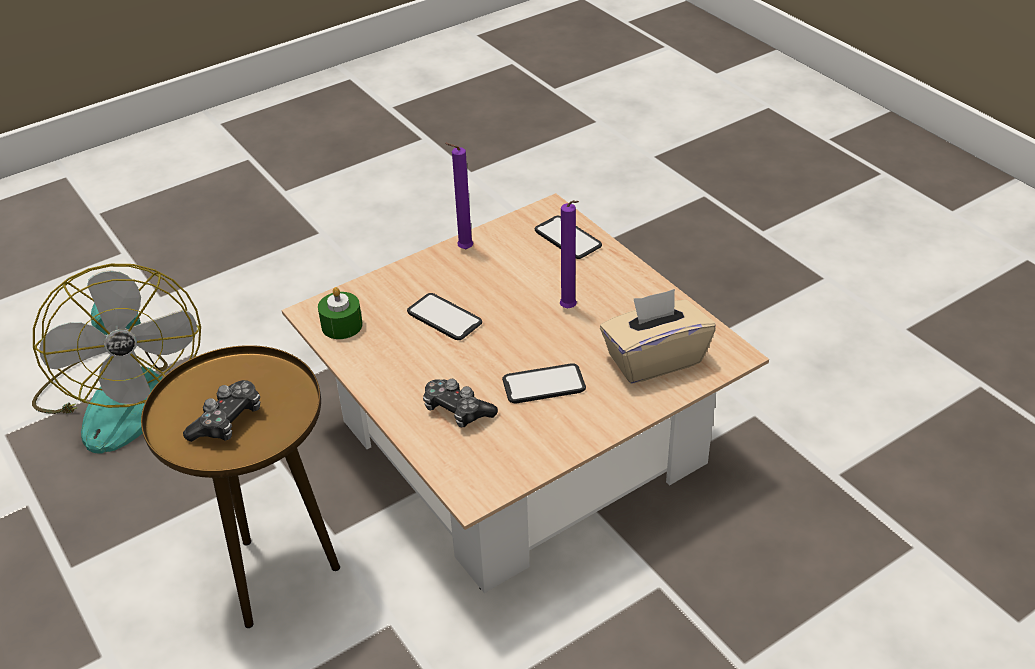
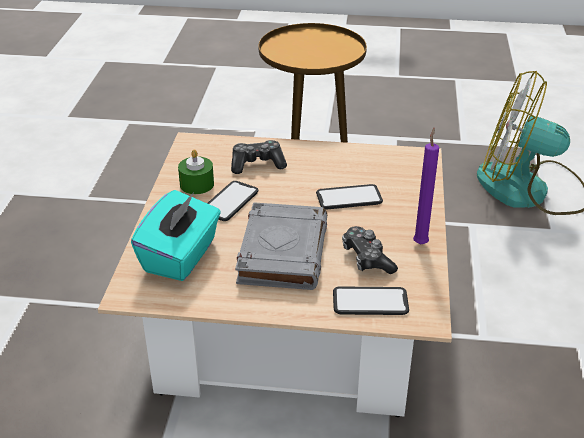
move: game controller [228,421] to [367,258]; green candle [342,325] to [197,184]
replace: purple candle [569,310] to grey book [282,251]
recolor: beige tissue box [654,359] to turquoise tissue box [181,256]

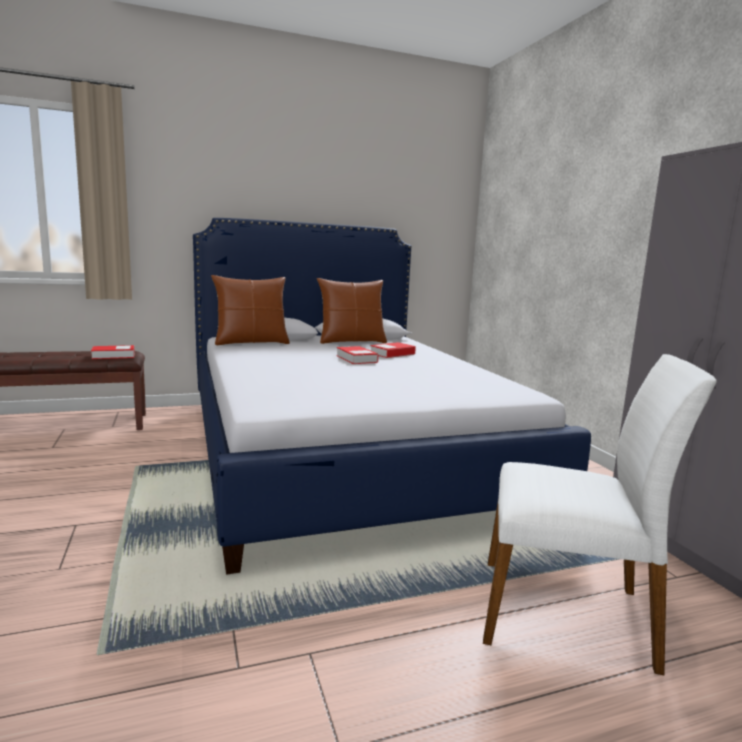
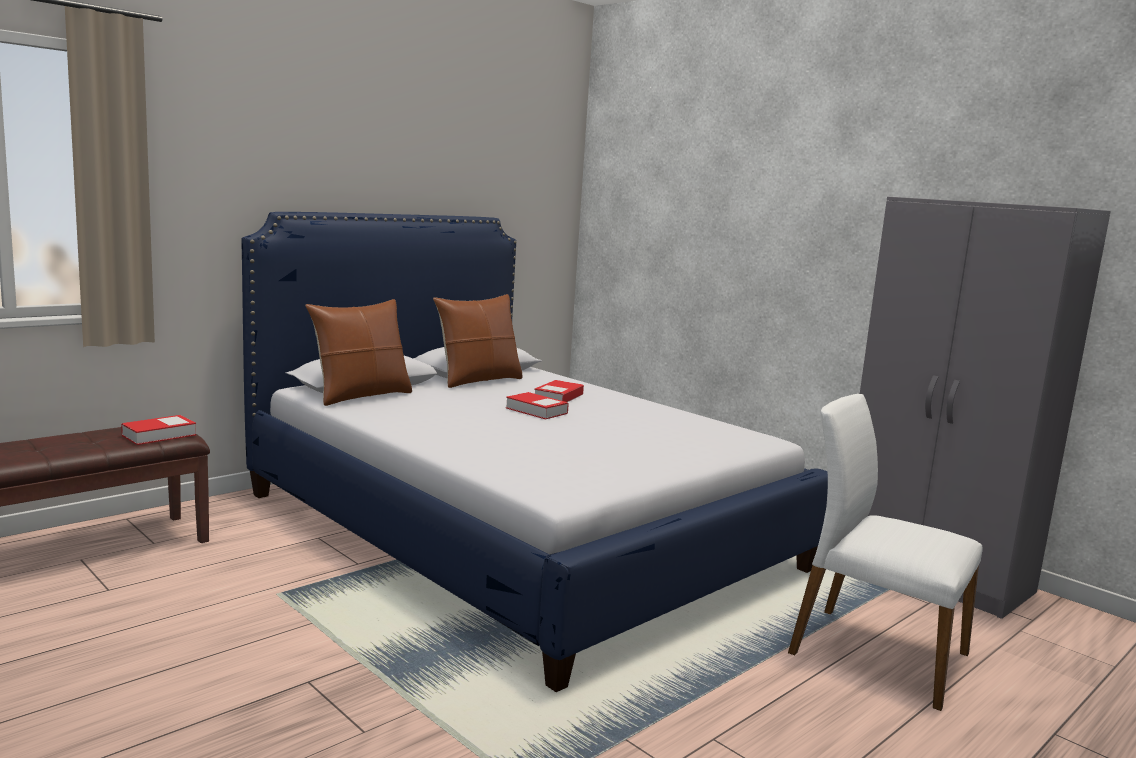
rotate: white chair [566,613] = [875,653] 135 degrees counterclockwise

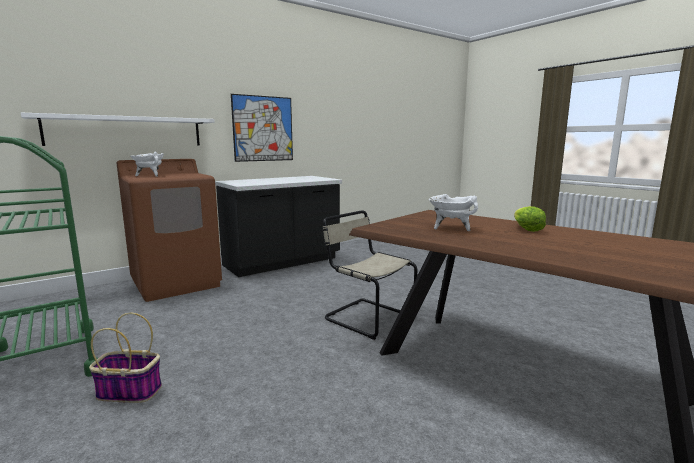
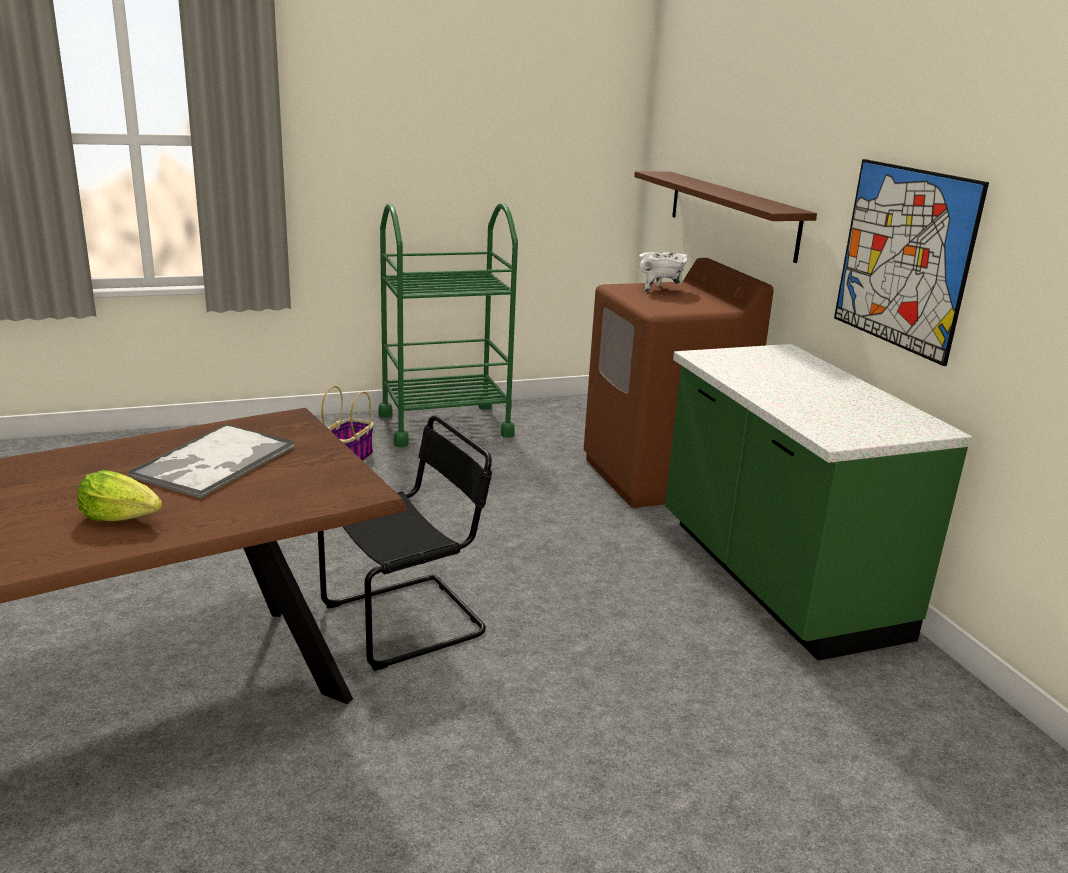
replace: white cooking pot [451,228] to tray [214,462]
recolor: white shelf [126,131] to brown shelf [731,213]; black counter [282,262] to green counter [774,579]; beige chair [366,317] to black chair [410,619]

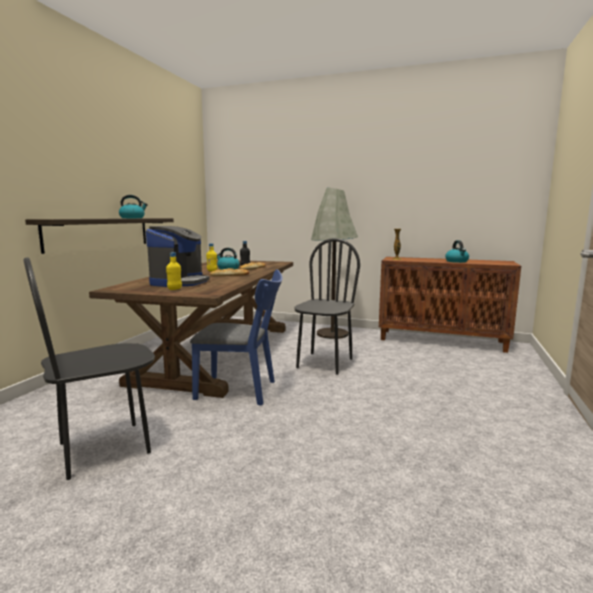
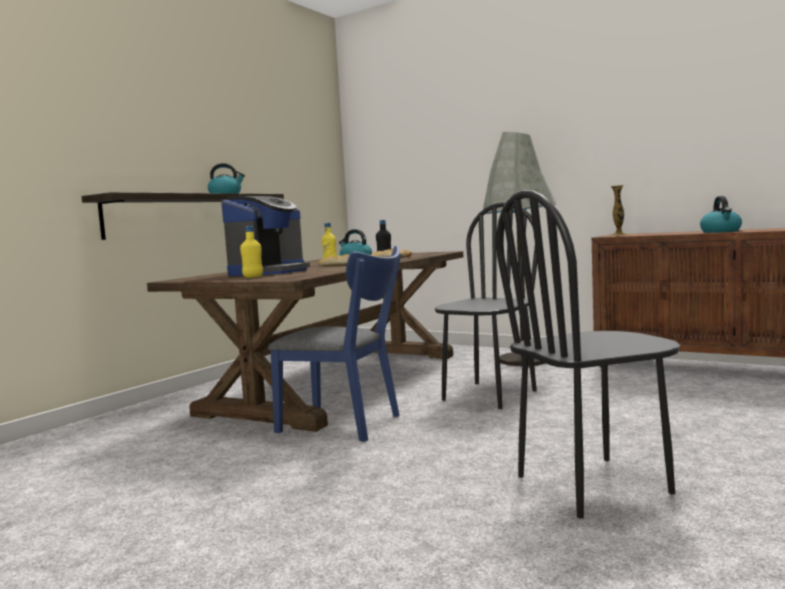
move: black chair [104,448] to [593,485]

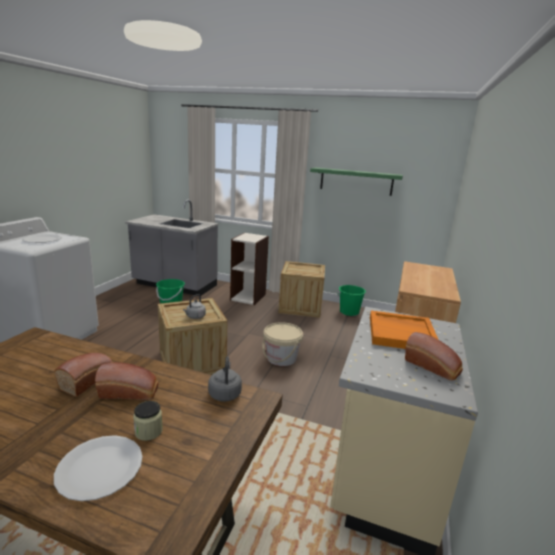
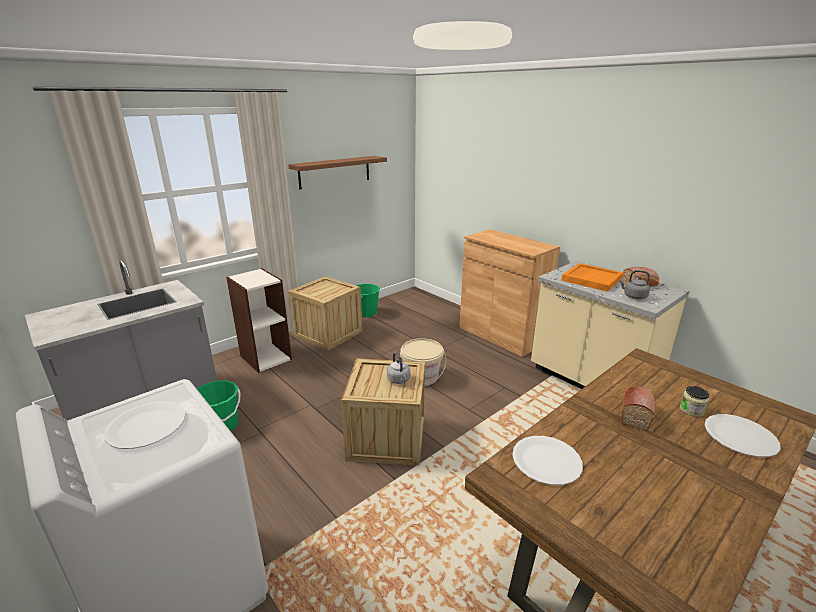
delete: bread [88,380]
insert: white plate [546,461]
move: grey kettle [225,393] to [633,296]
recolor: green shelf [356,181] to brown shelf [335,172]

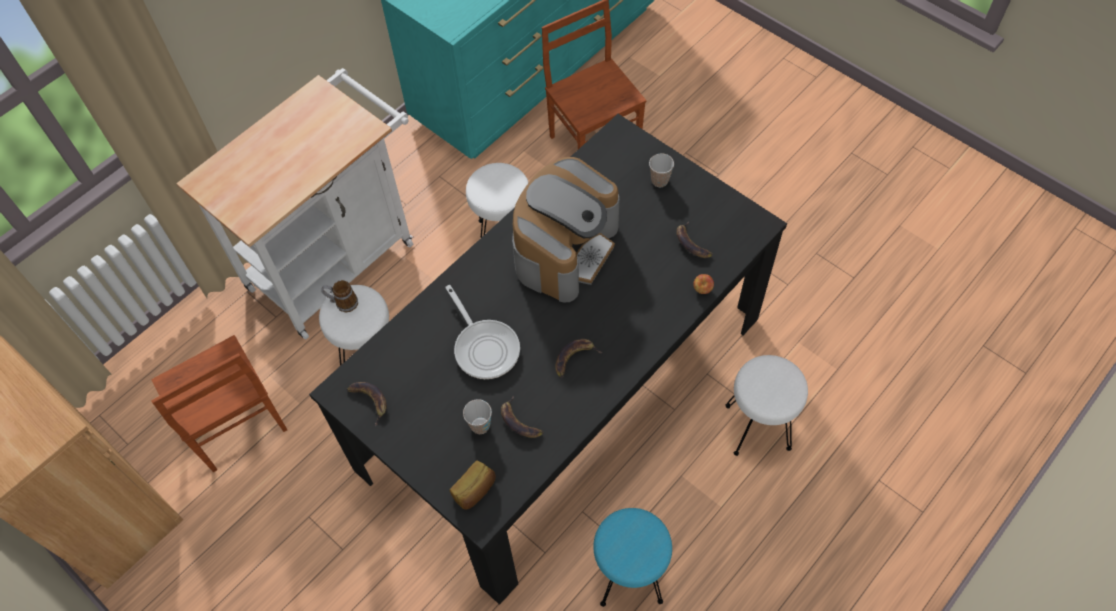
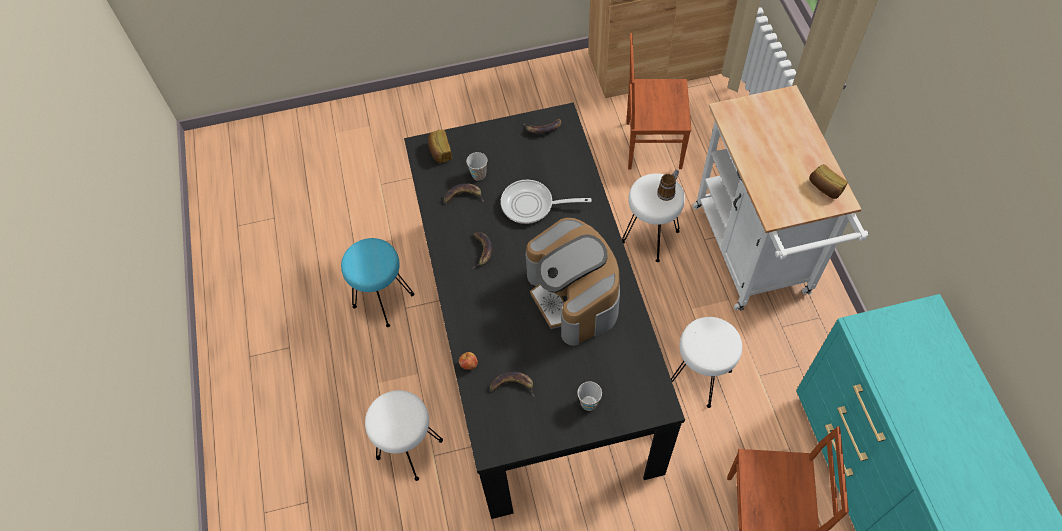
insert: bread [825,188]

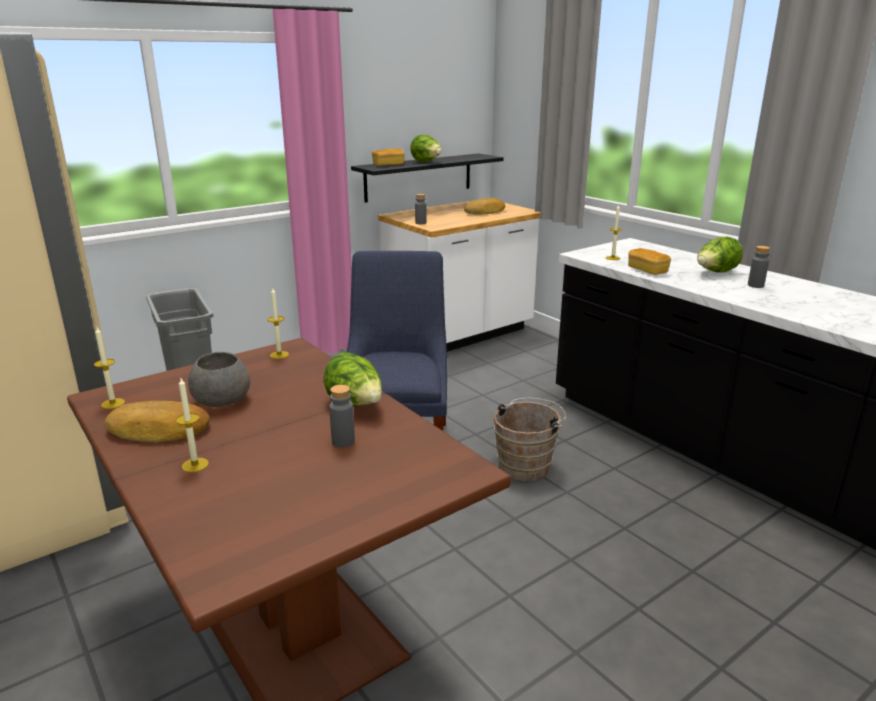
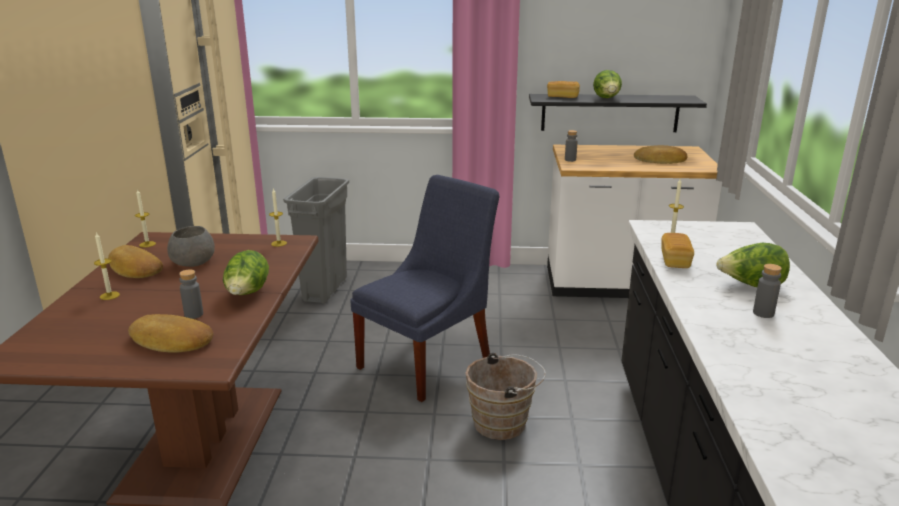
insert: bread [171,341]

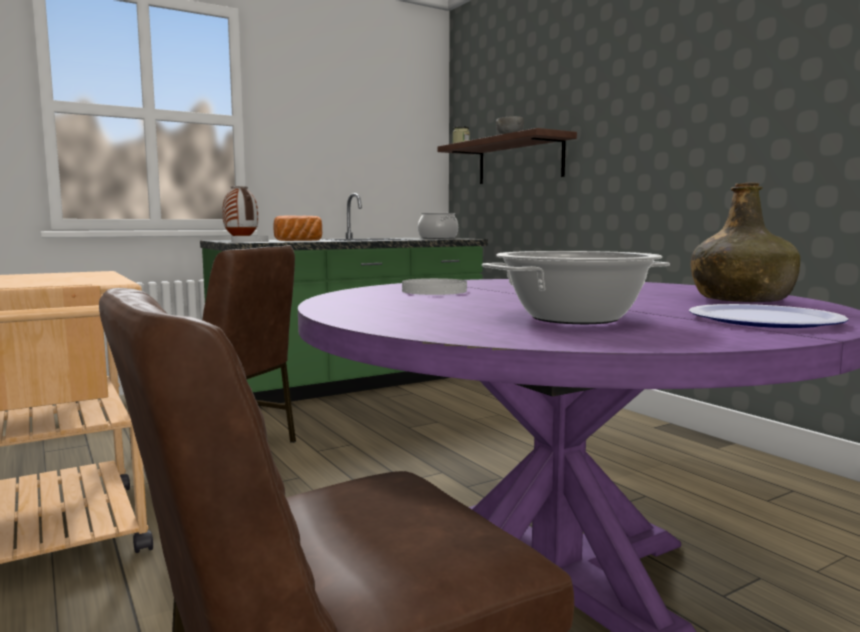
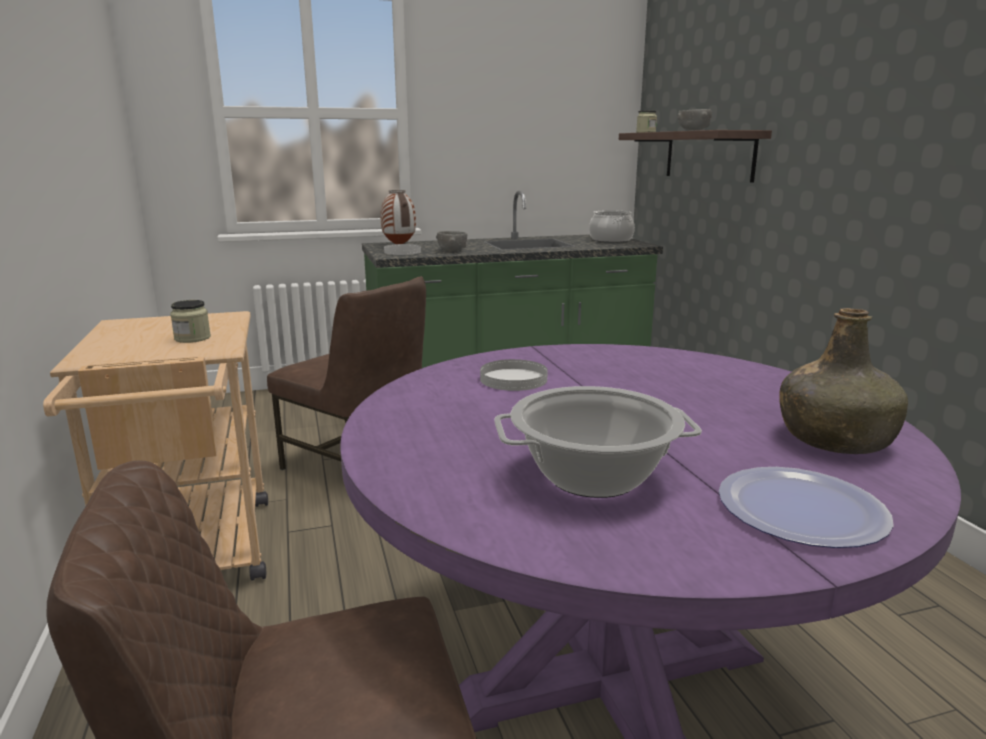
insert: jar [192,338]
replace: bread [299,241] to grey bowl [452,251]

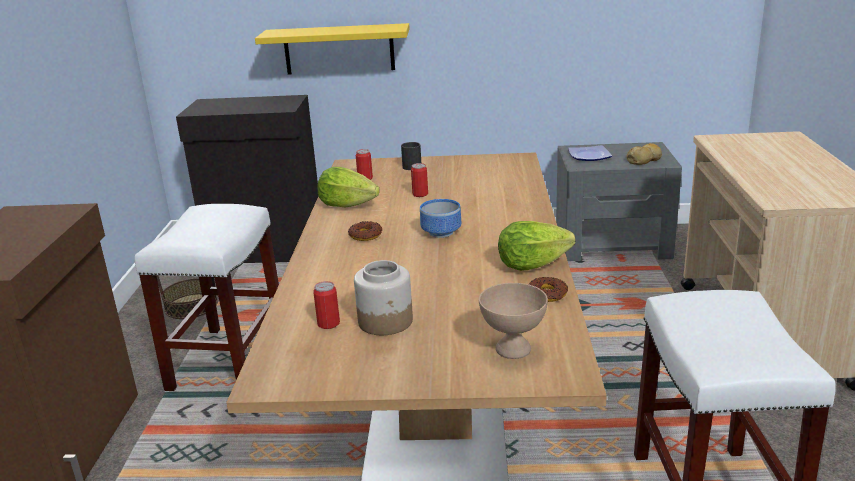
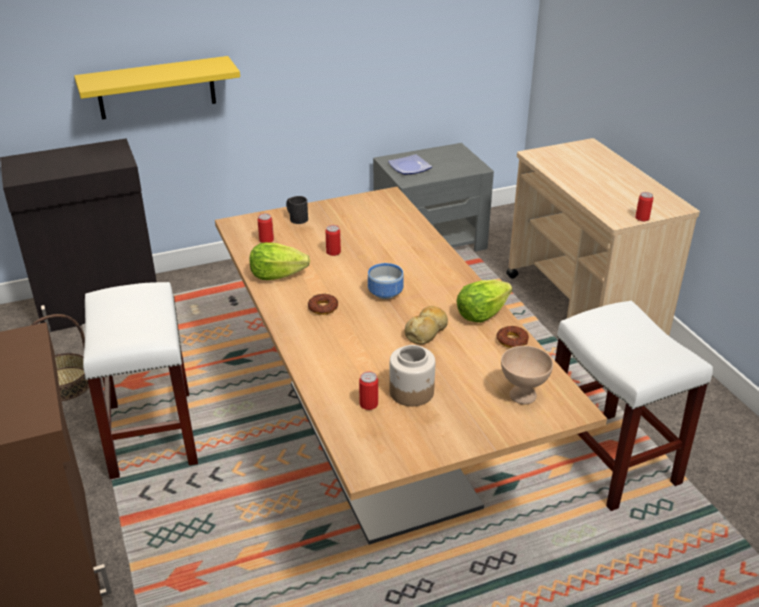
insert: can [642,218]
move: bread [644,160] to [427,331]

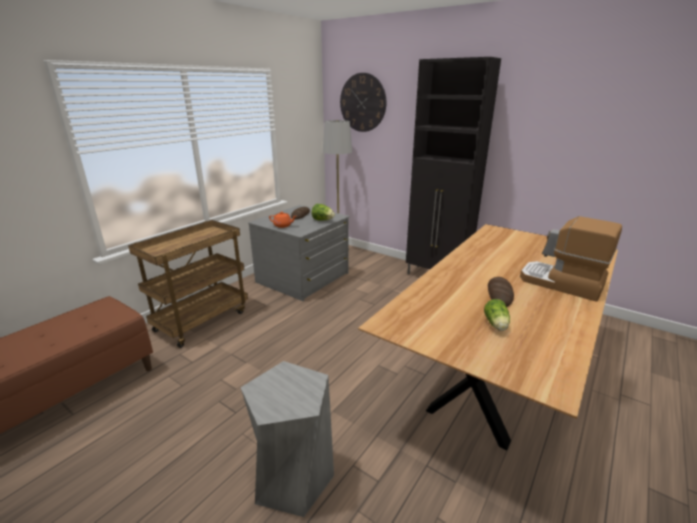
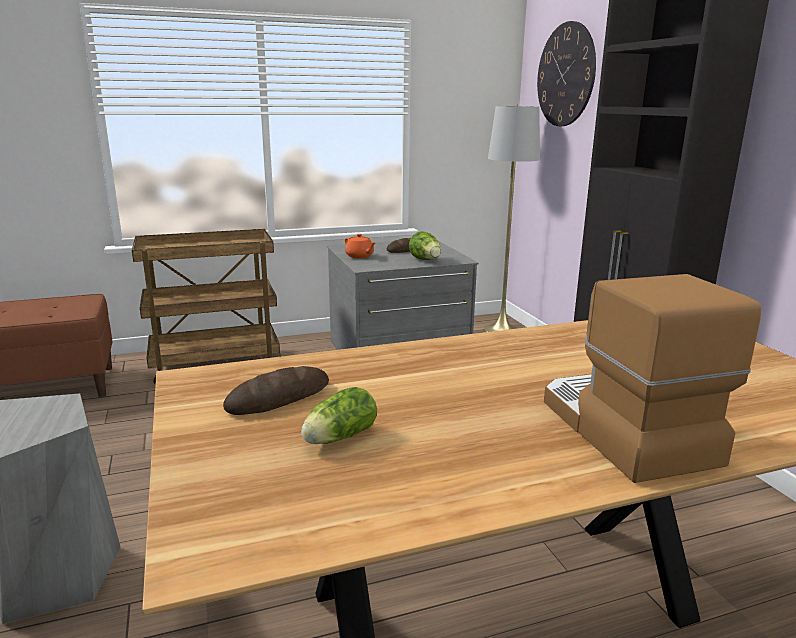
move: bread [499,294] to [278,397]

